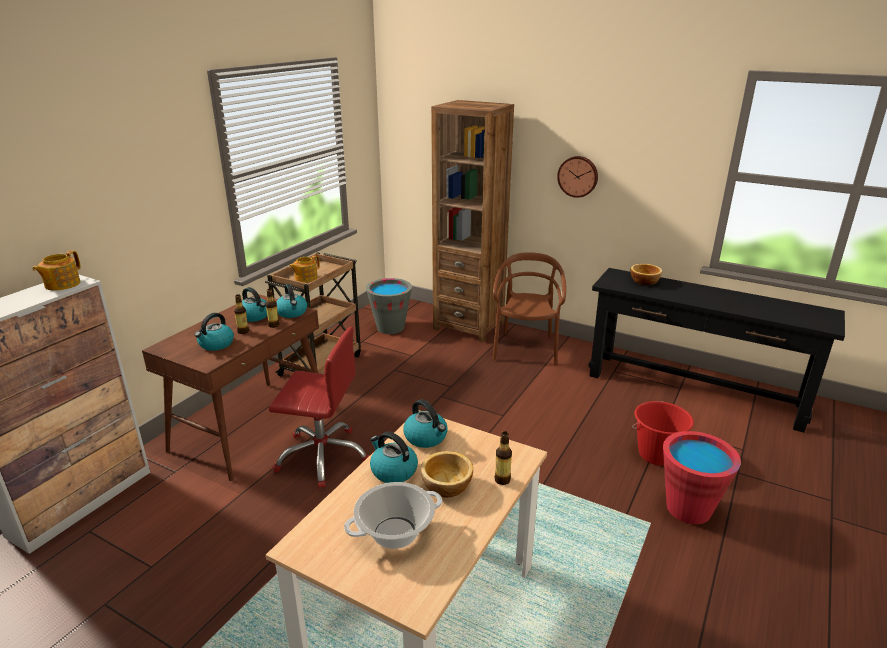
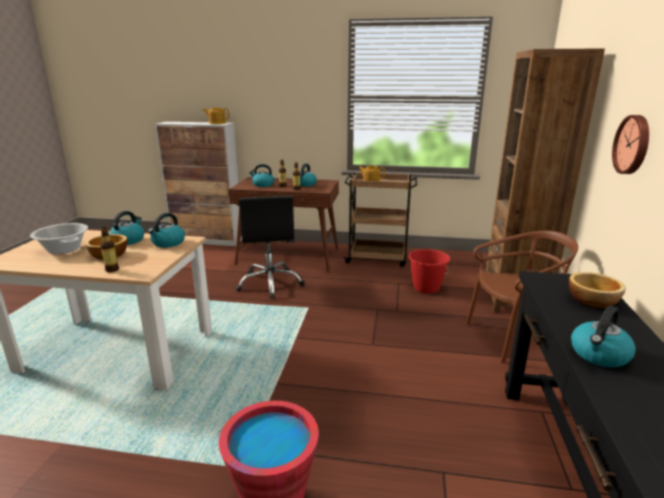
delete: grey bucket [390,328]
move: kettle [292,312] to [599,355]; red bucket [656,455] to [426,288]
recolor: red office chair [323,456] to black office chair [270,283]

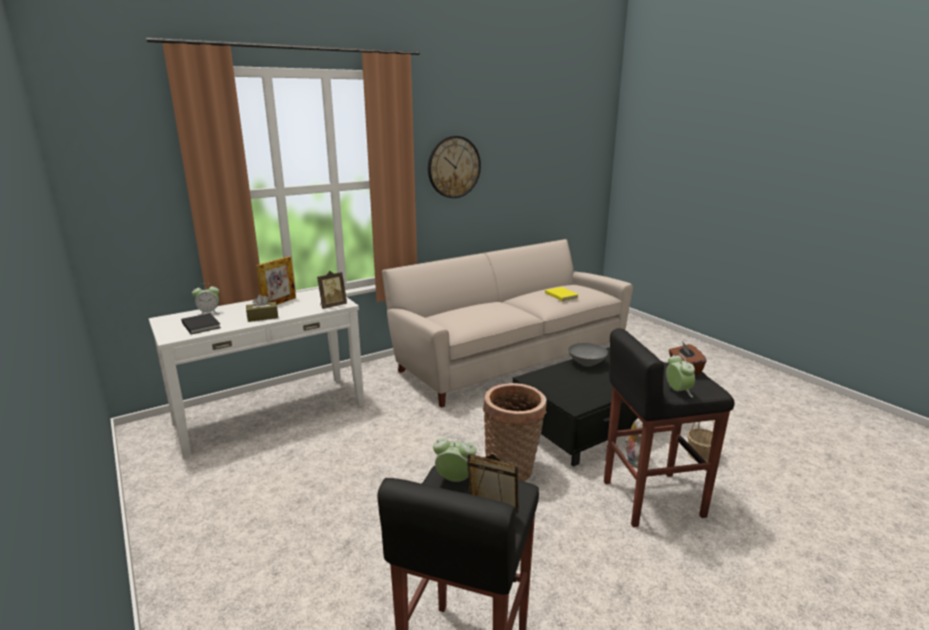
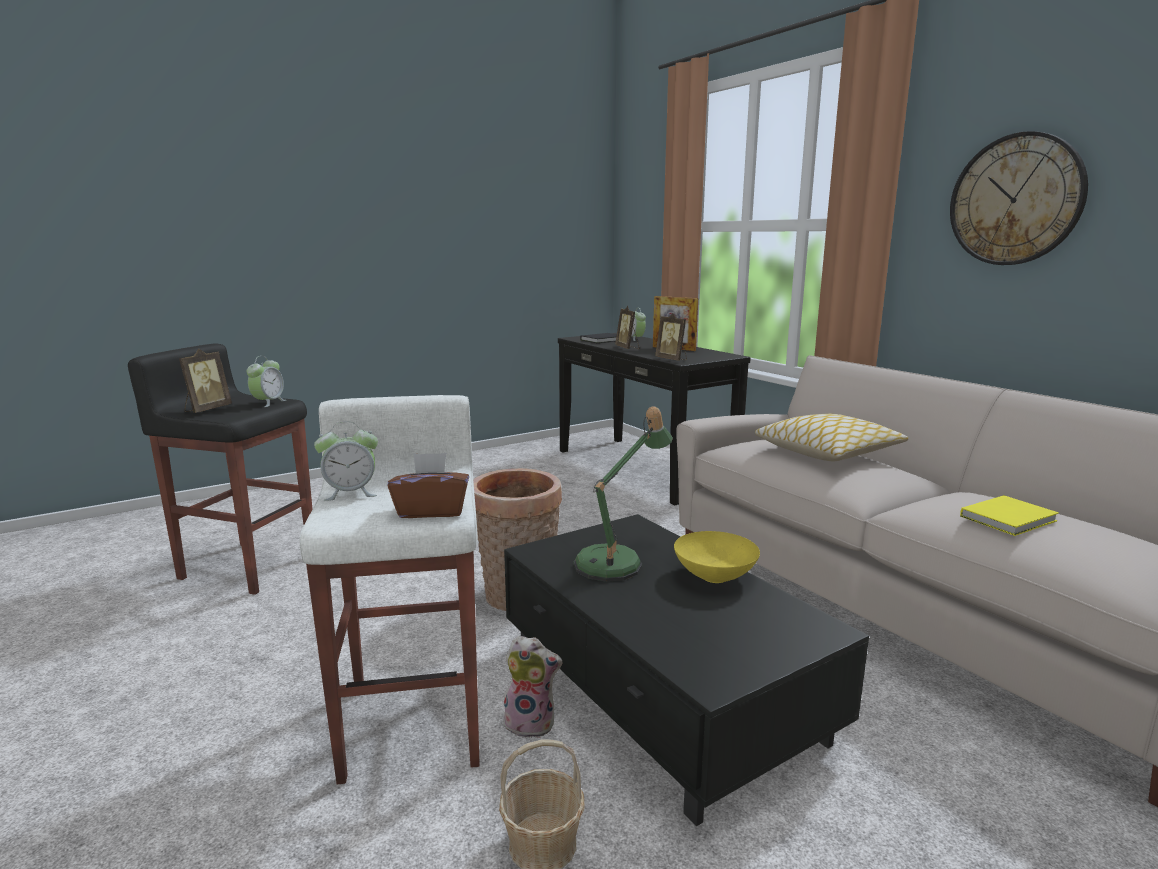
insert: table lamp [617,561]; pillow [827,452]
replace: brown tissue box [262,317] to picture frame [627,348]
recolor: white console table [271,413] to black console table [643,468]; grey bowl [587,364] to yellow bowl [714,577]; black stool [650,498] to white stool [415,722]

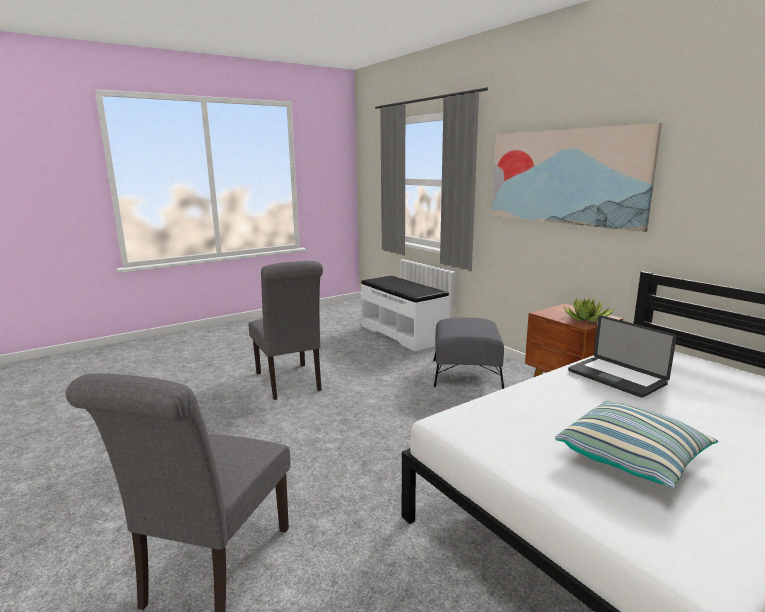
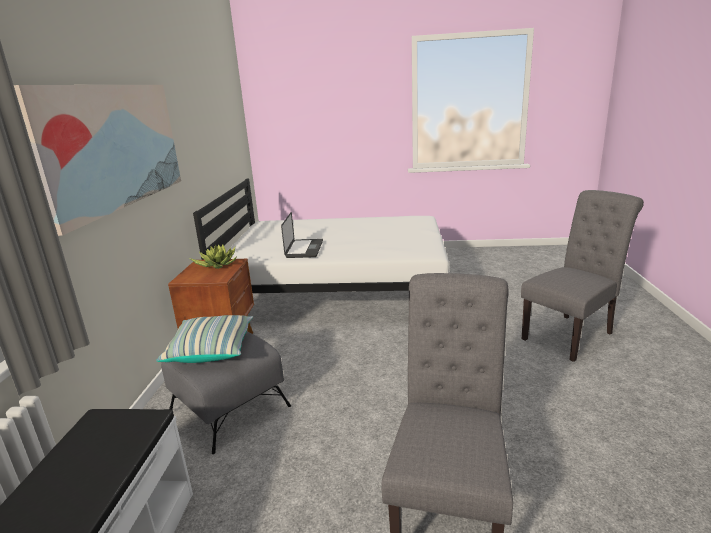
move: pillow [632,458] to [211,350]

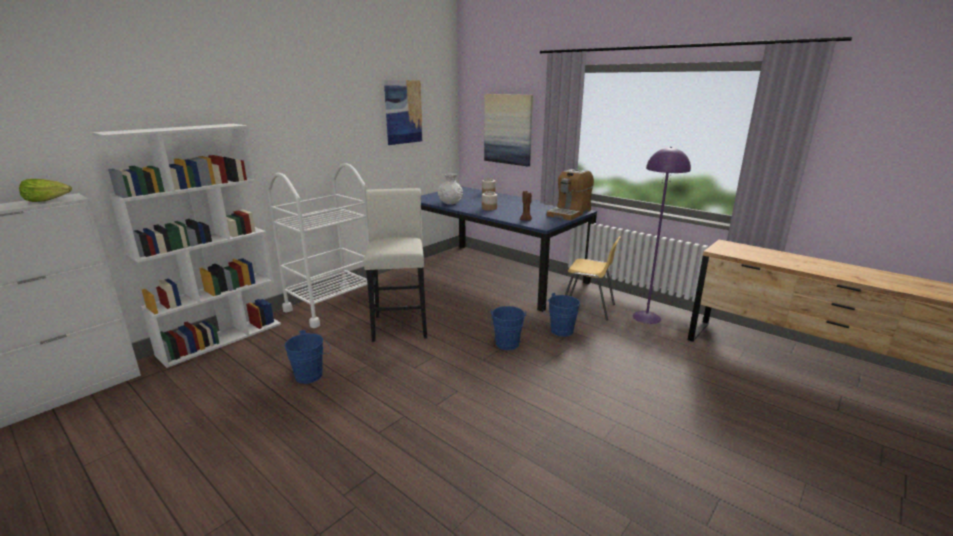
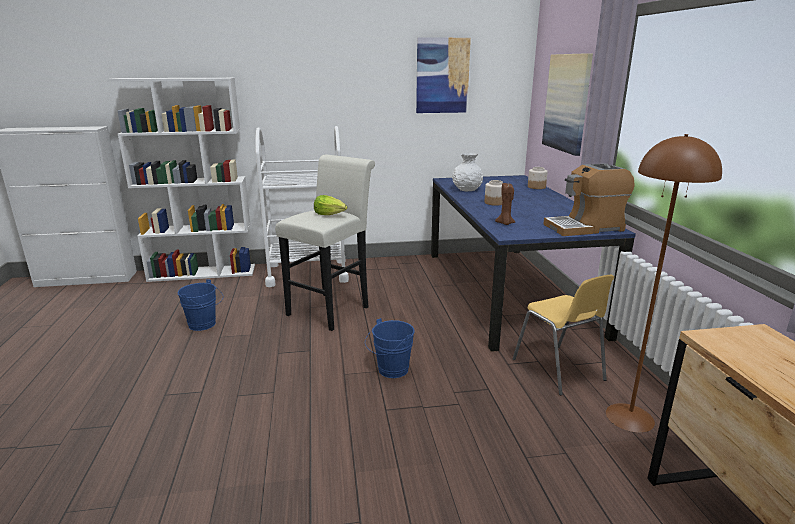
delete: blue bucket [560,332]
move: lettuce [48,200] to [330,214]
recolor: purple floor lamp [646,317] to brown floor lamp [629,417]

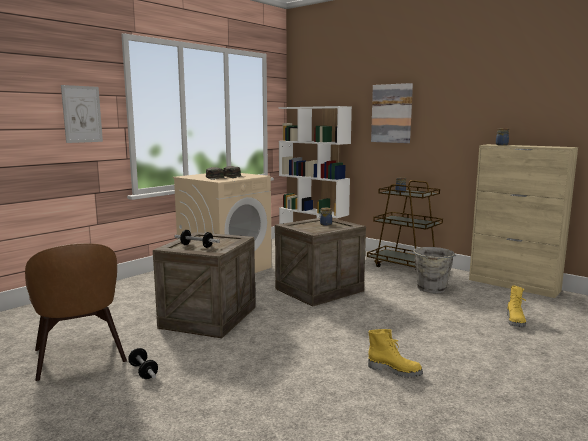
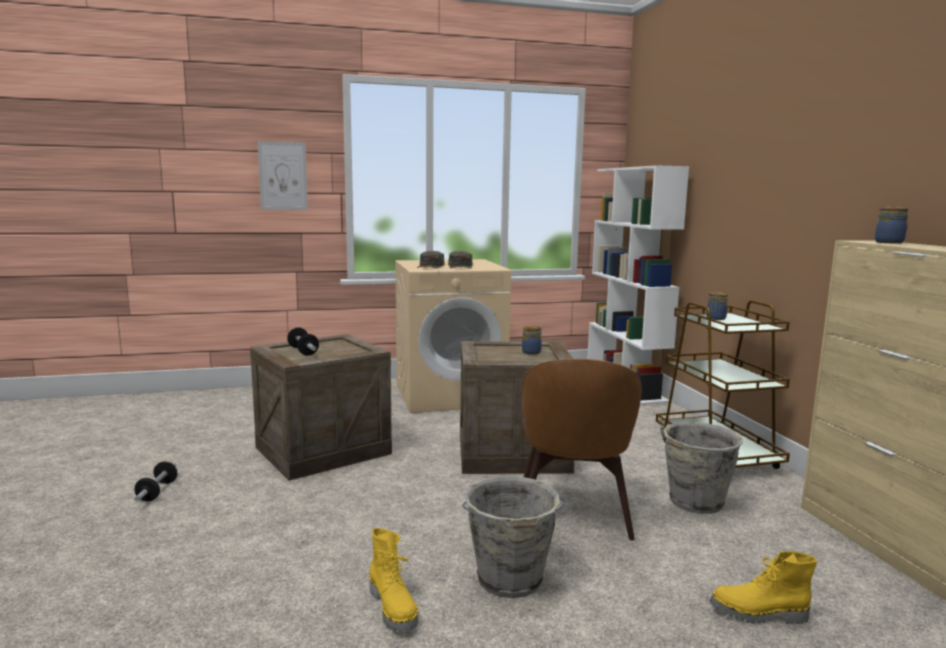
delete: picture [392,113]
insert: grey bucket [510,580]
move: brown chair [80,357] to [573,514]
rotate: yellow boot [516,321] = [759,614] 45 degrees clockwise

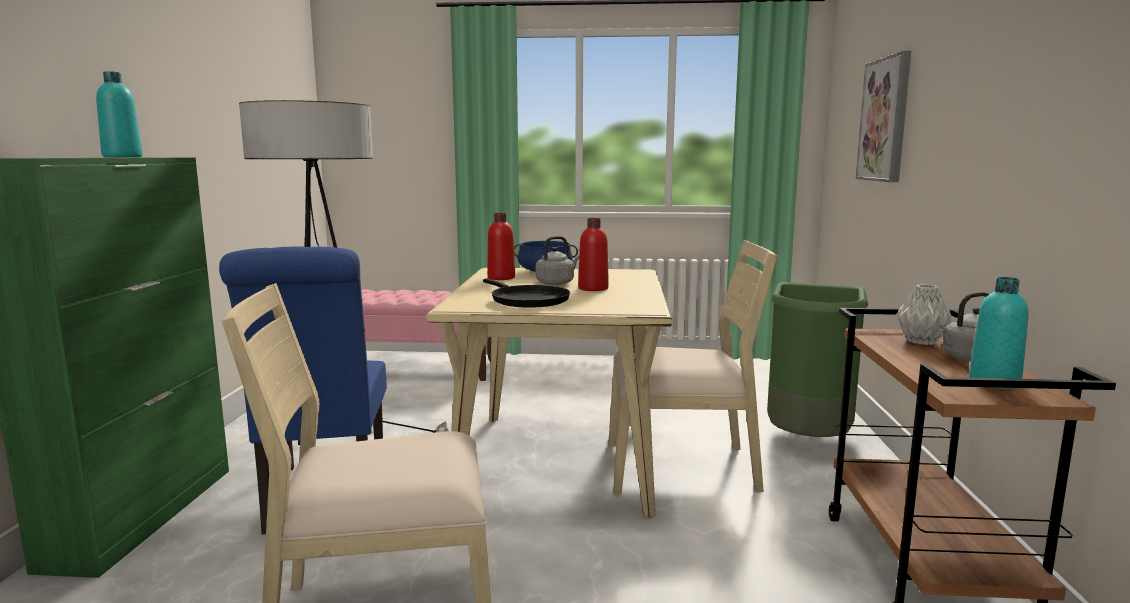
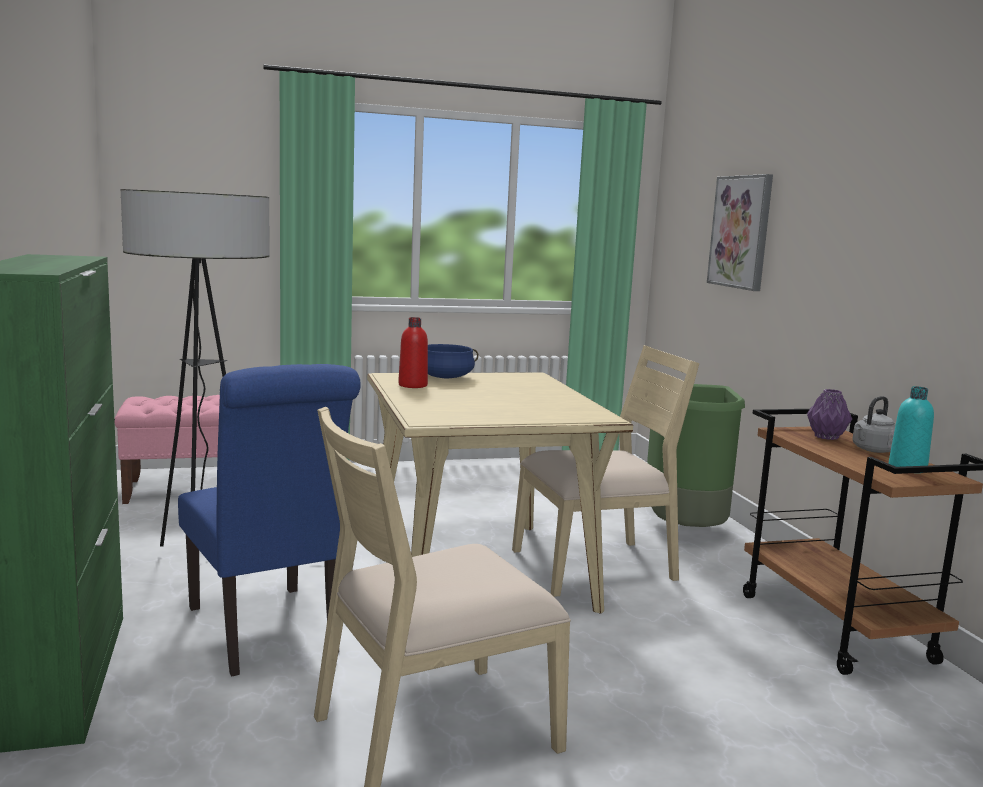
delete: turquoise bottle [122,157]; black frying pan [527,300]; grey kettle [556,283]; red bottle [593,288]
recolor: grey vase [920,341] to purple vase [825,437]

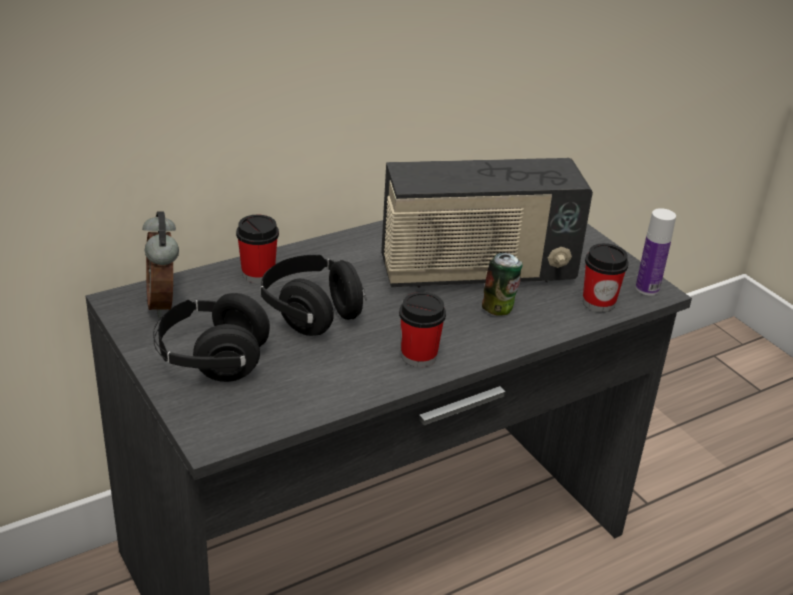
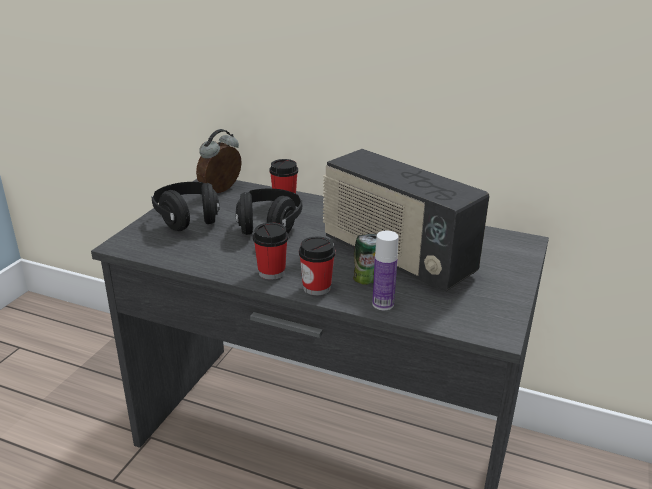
move: cup [598,303] to [316,288]; bottle [647,289] to [383,304]

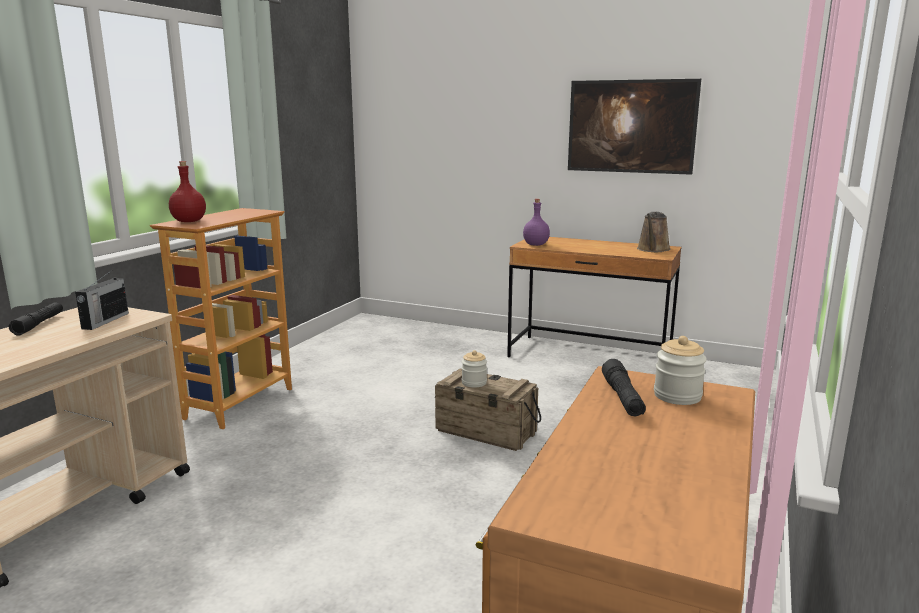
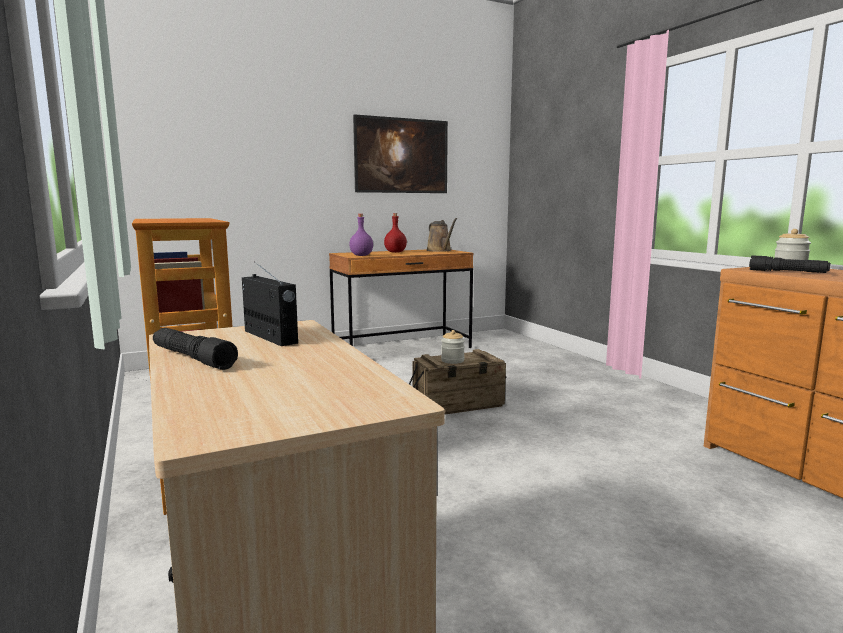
move: red bottle [189,221] to [395,252]

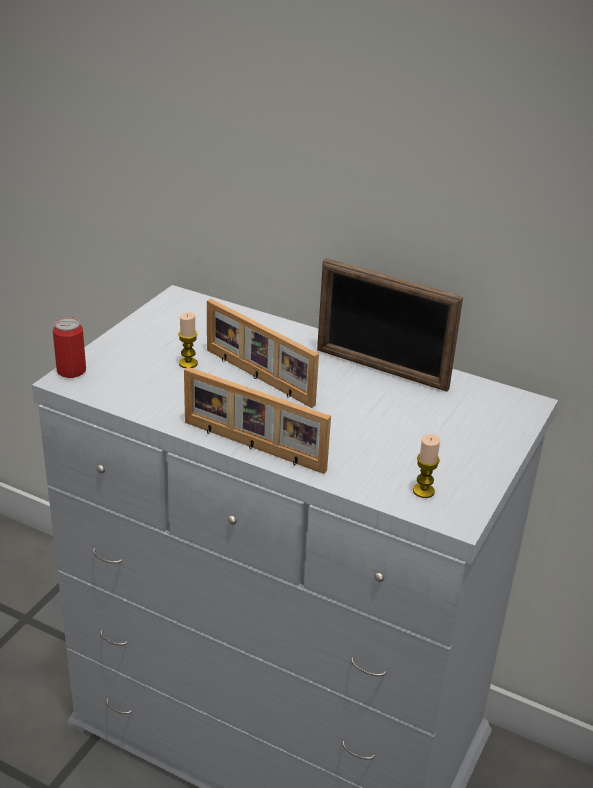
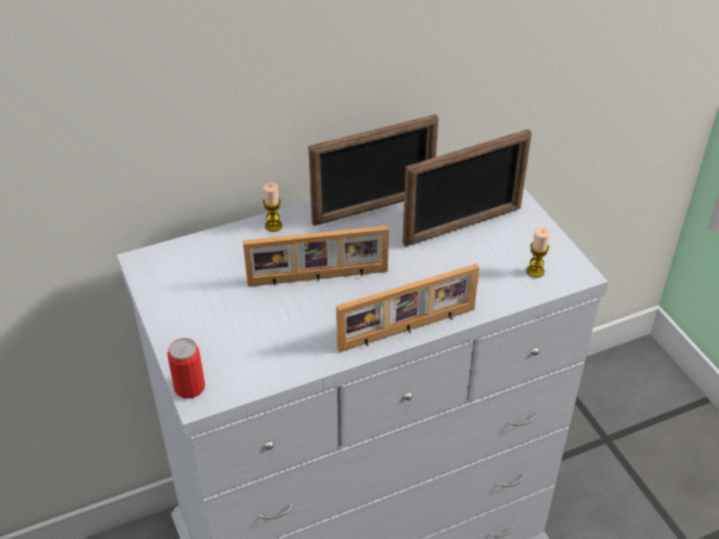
insert: picture frame [463,226]
move: candle [188,363] to [273,226]

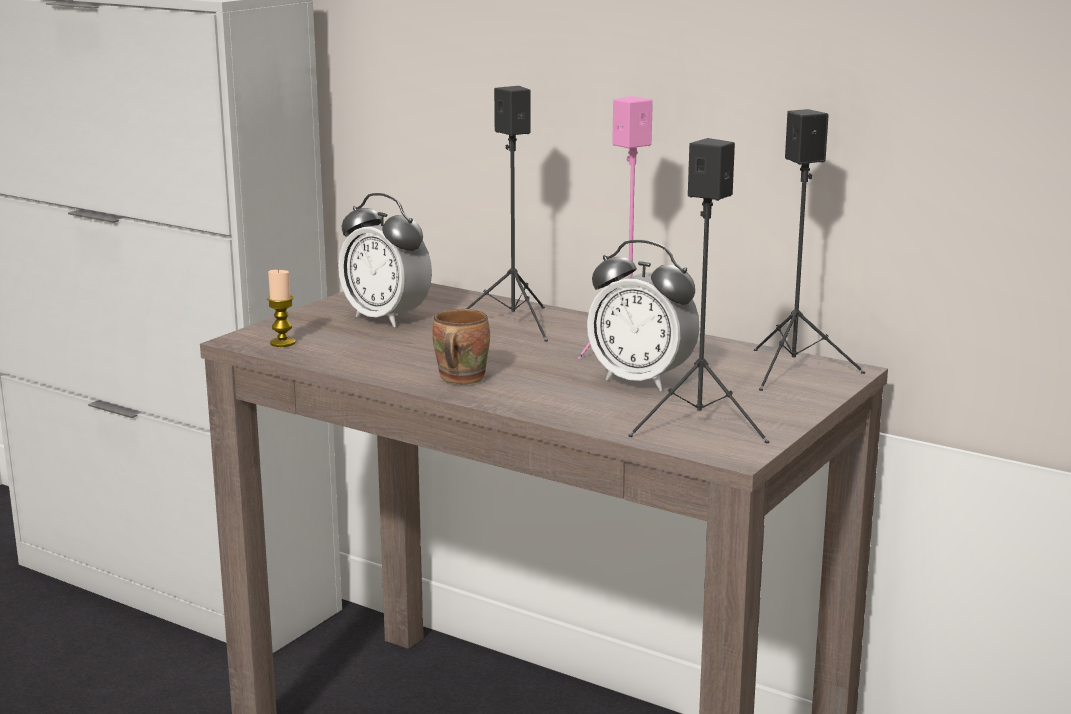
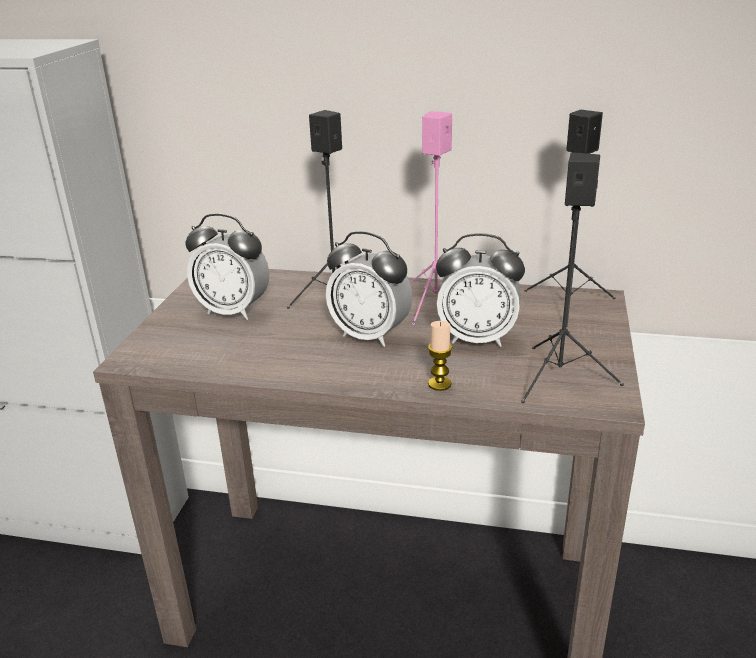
delete: brown mug [458,379]
insert: alarm clock [370,335]
move: candle [282,343] to [439,384]

